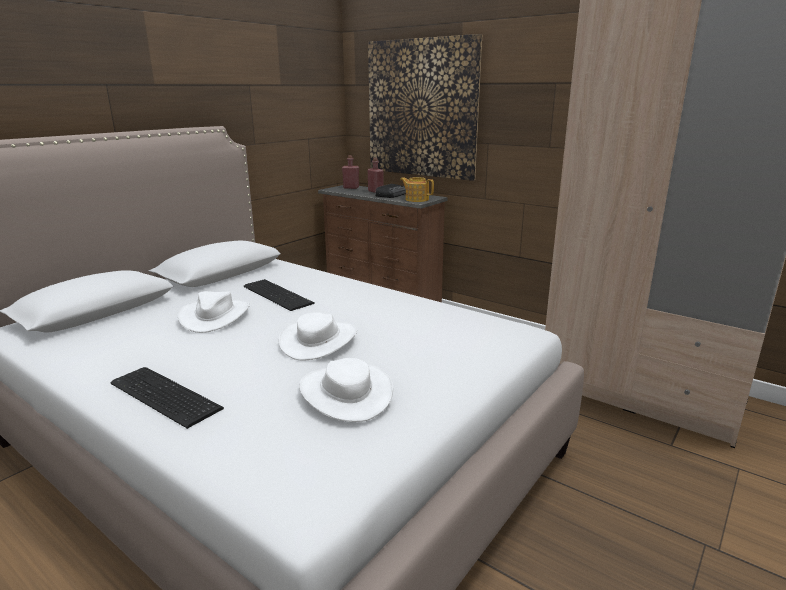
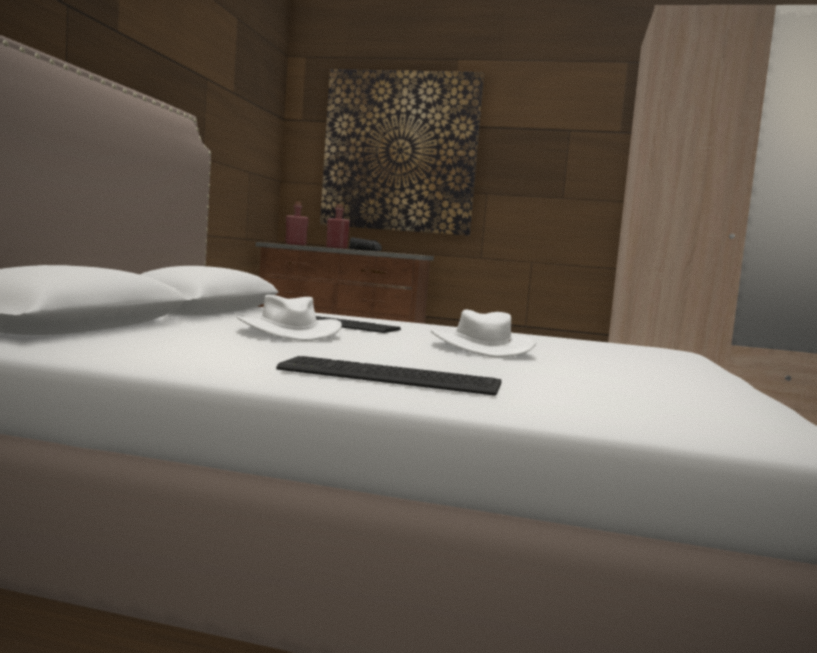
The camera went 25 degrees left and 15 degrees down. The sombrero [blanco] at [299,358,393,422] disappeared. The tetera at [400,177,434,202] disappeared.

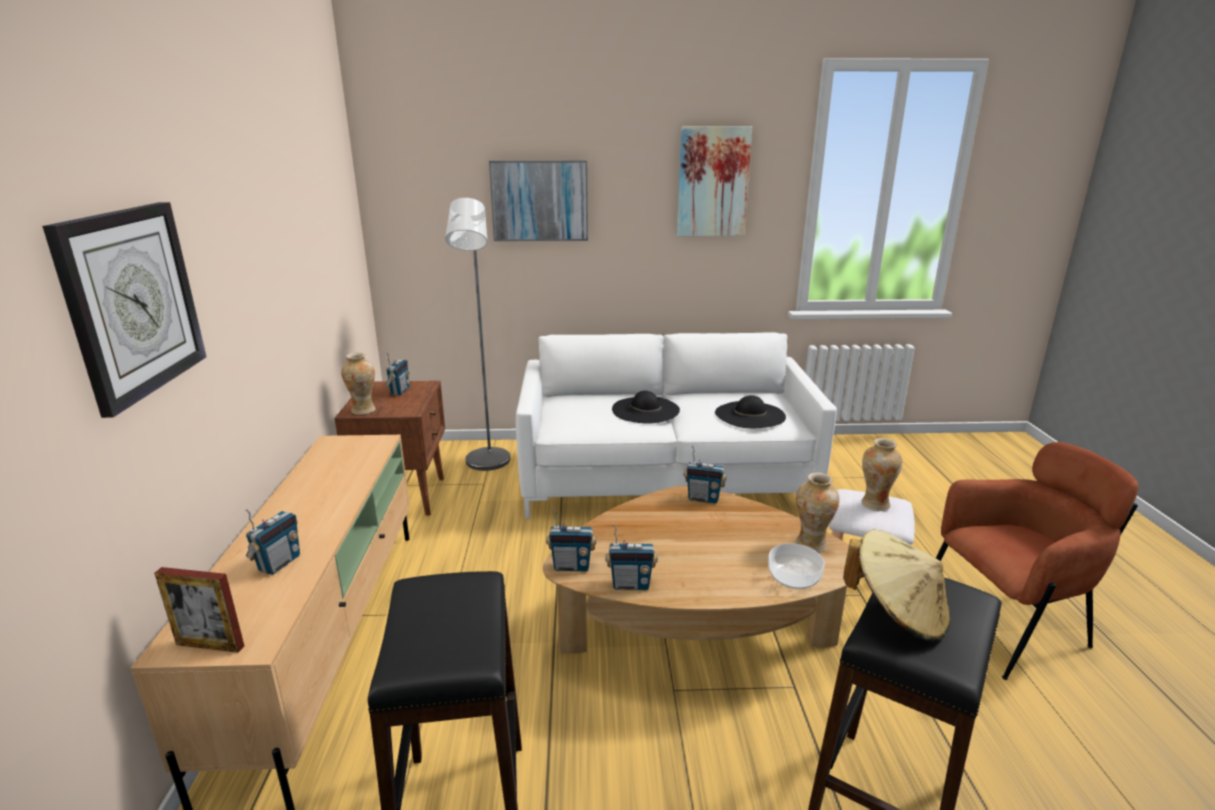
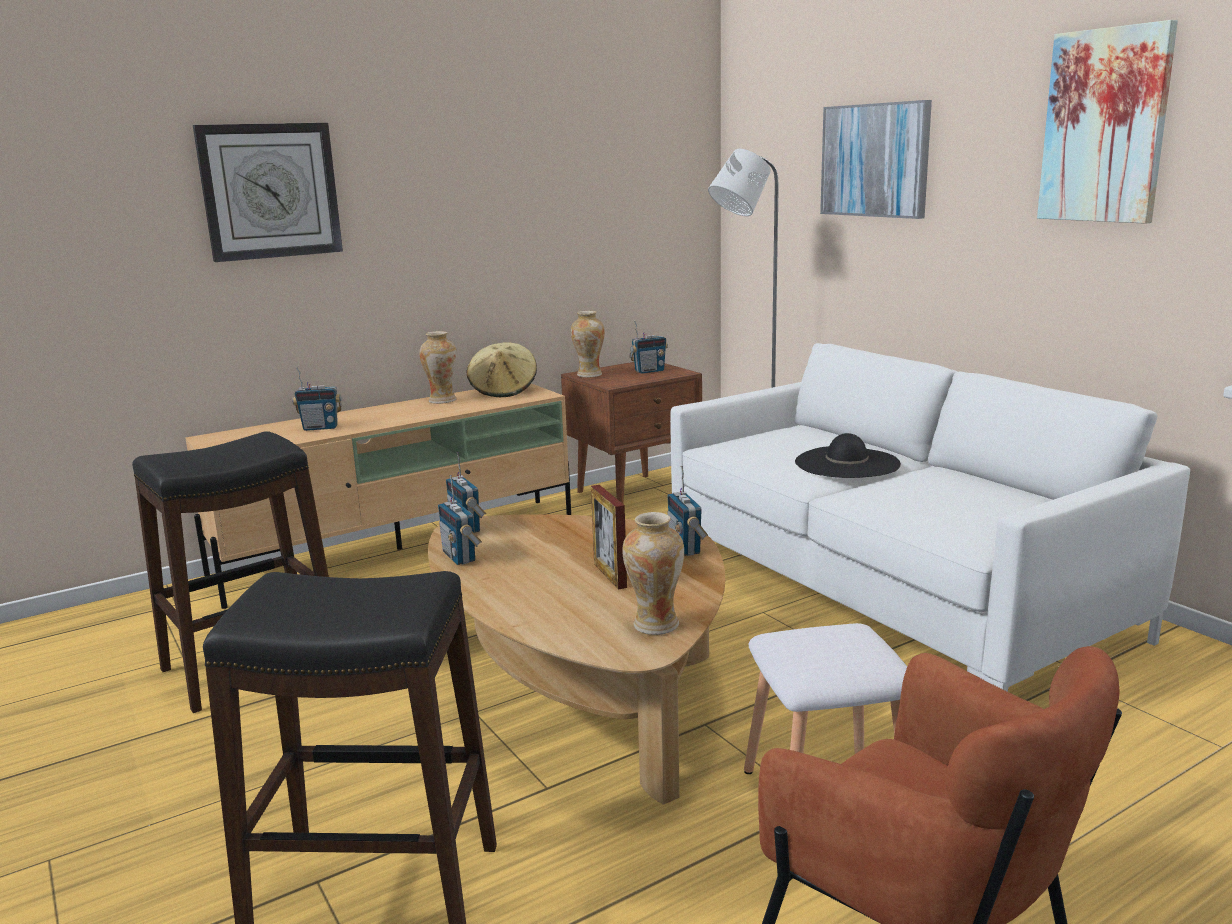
The camera went 60 degrees right and 5 degrees down. The florero moved from [861,438,902,511] to [420,331,457,404]. The sombrero [beis] moved from [843,530,950,641] to [466,342,537,397]. The portarretratos moved from [154,567,244,653] to [591,485,627,590]. The sombrero [negro] at [715,395,786,428] disappeared. The cuenco at [768,543,825,590] disappeared.

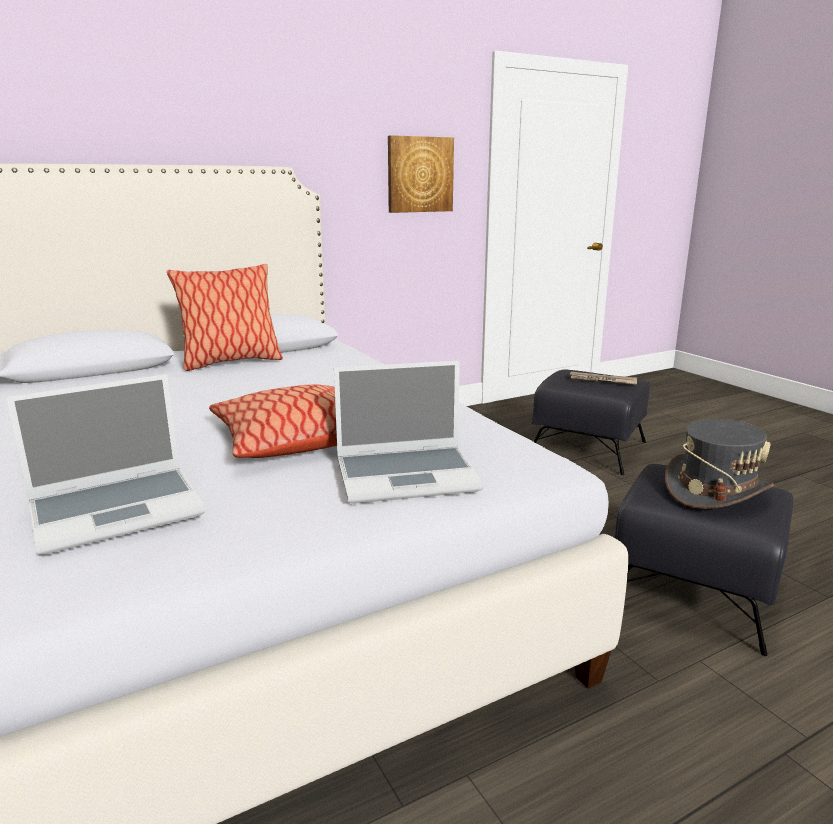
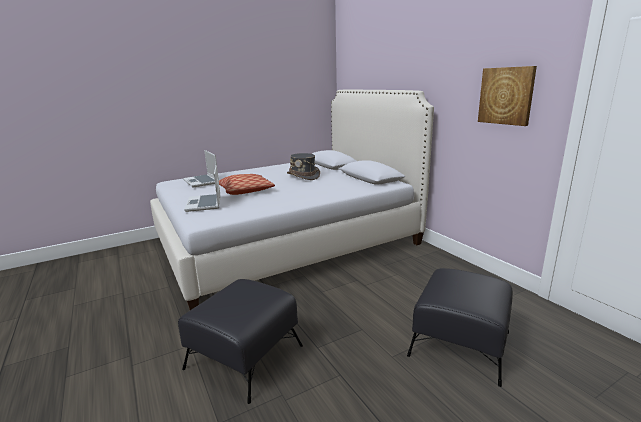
The camera went 90 degrees right and 0 degrees up. The sombrero [gris] moved from [665,419,774,509] to [287,153,320,180]. The cojín at [167,264,283,371] disappeared. The periódico at [569,372,637,385] disappeared.

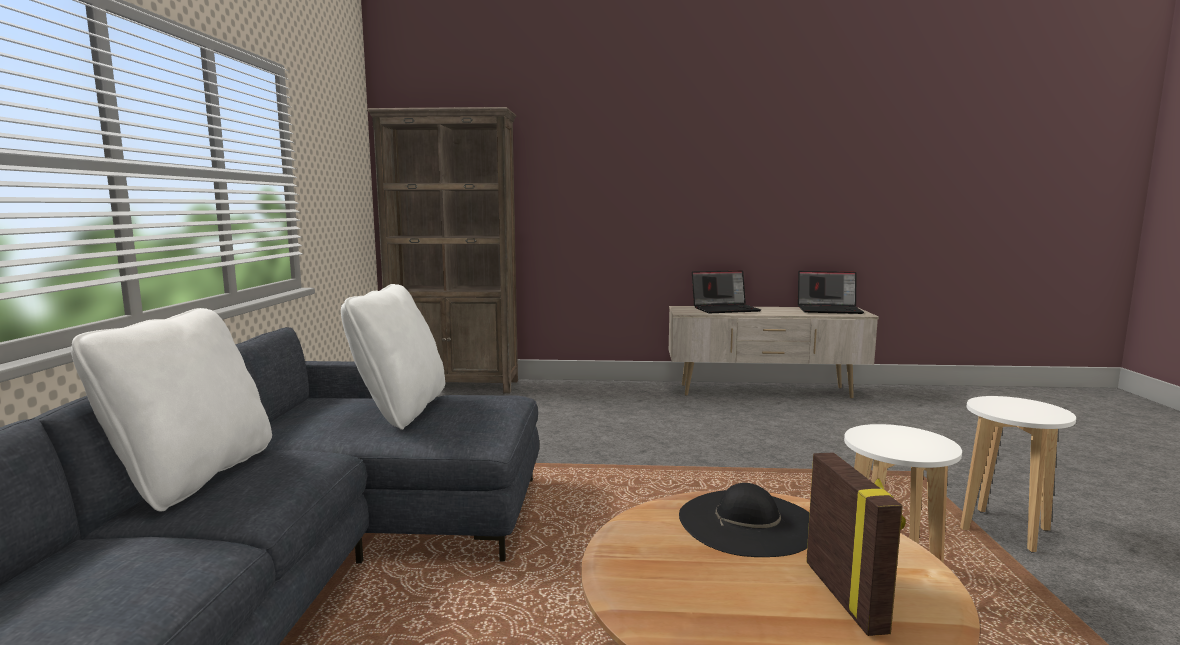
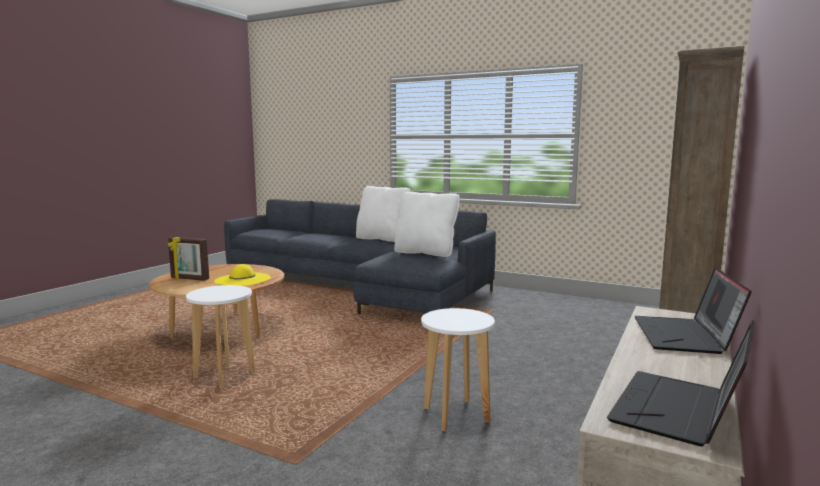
The camera went 115 degrees right and 0 degrees up. The sombrero [negro] at [679,483,809,557] became the sombrero [amarillo] at [214,264,271,286]. The taburete [blanco] moved from [960,396,1076,553] to [421,308,495,432].

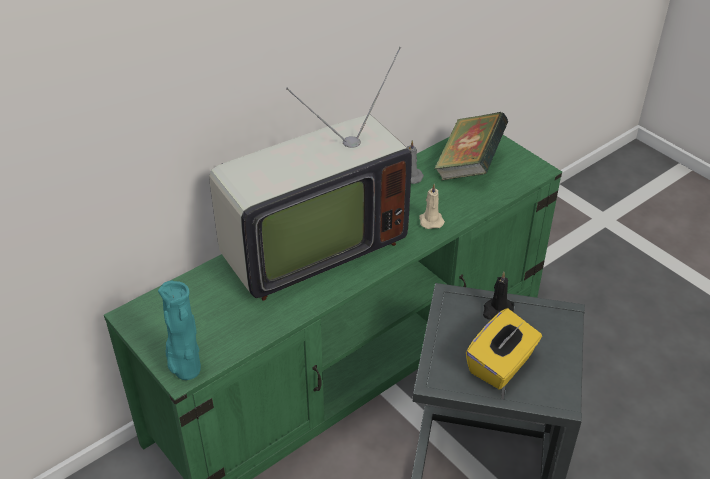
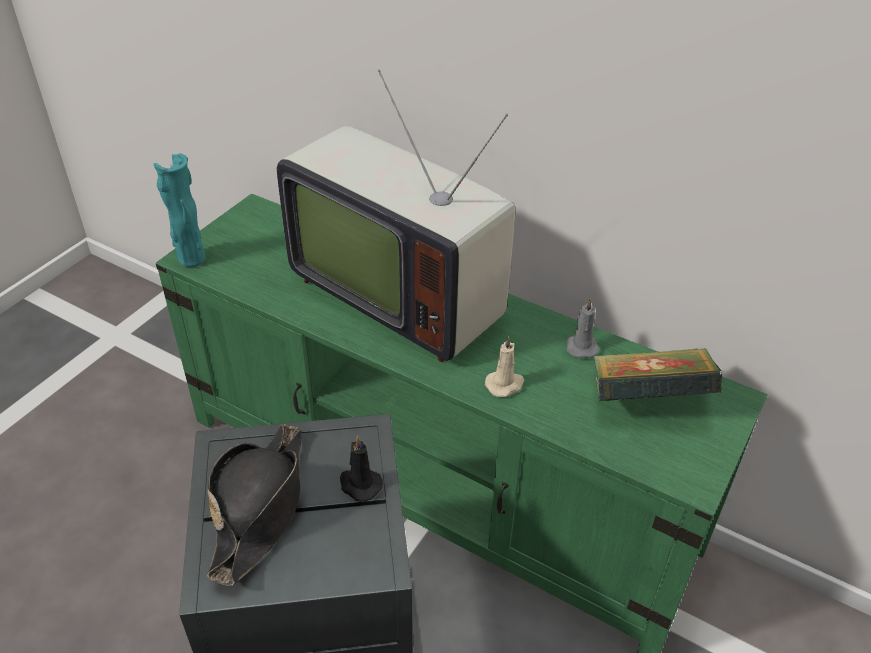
The camera went 70 degrees right and 0 degrees up. The caja de pañuelos [amarillo] at [466,308,542,389] was replaced by the sombrero [negro] at [207,424,302,586].

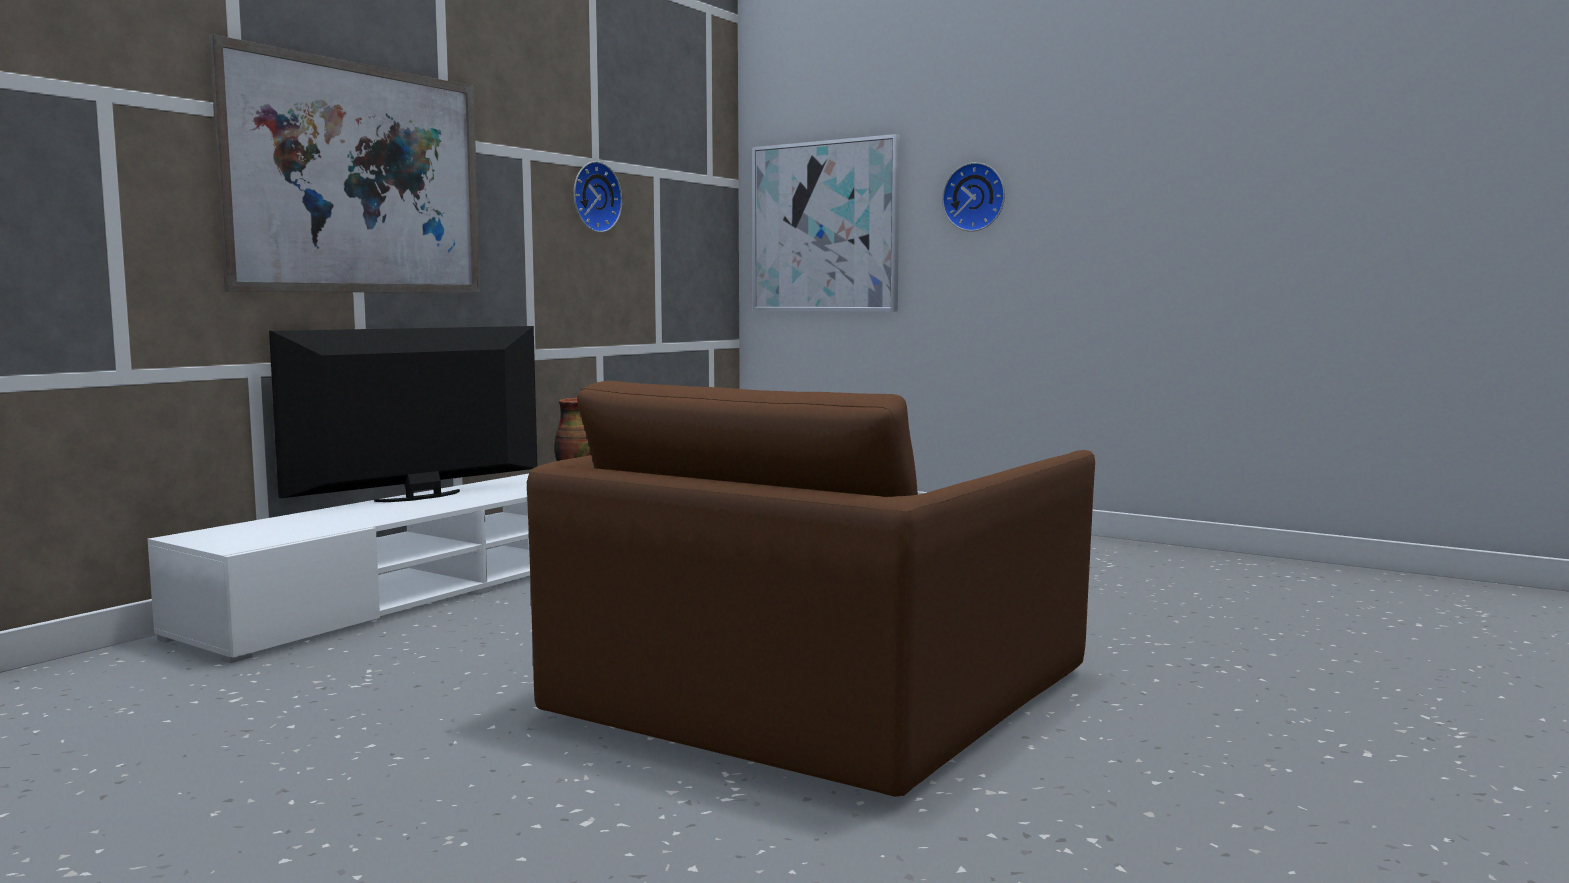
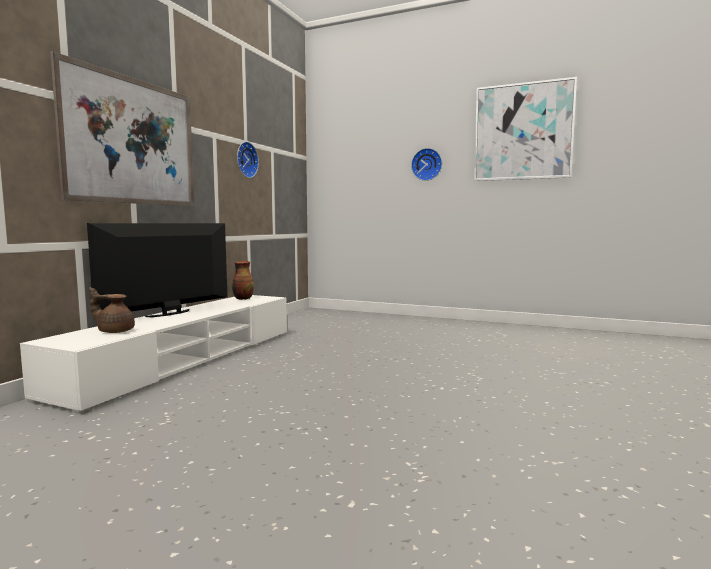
The camera went 10 degrees left and 0 degrees up. The tetera [marrón] at [89,287,135,333] appeared. The cuadro moved from [752,134,900,312] to [474,77,577,181]. The sillón [marrón] at [527,381,1095,797] disappeared.

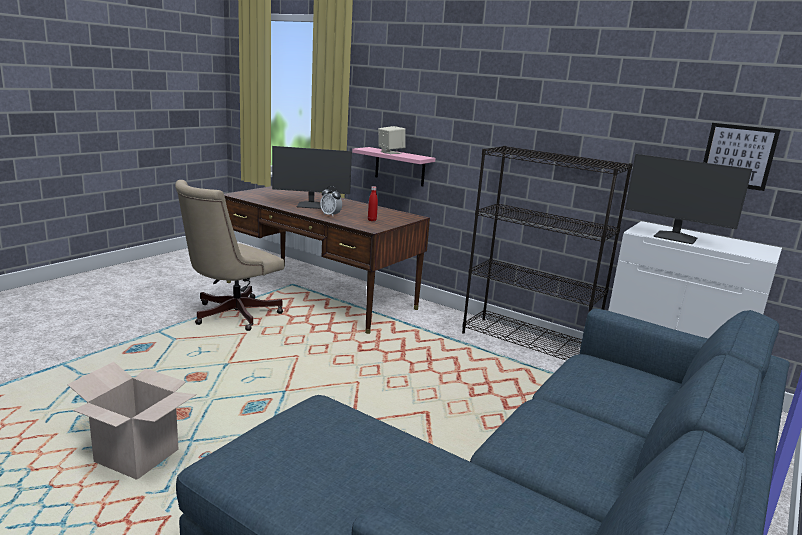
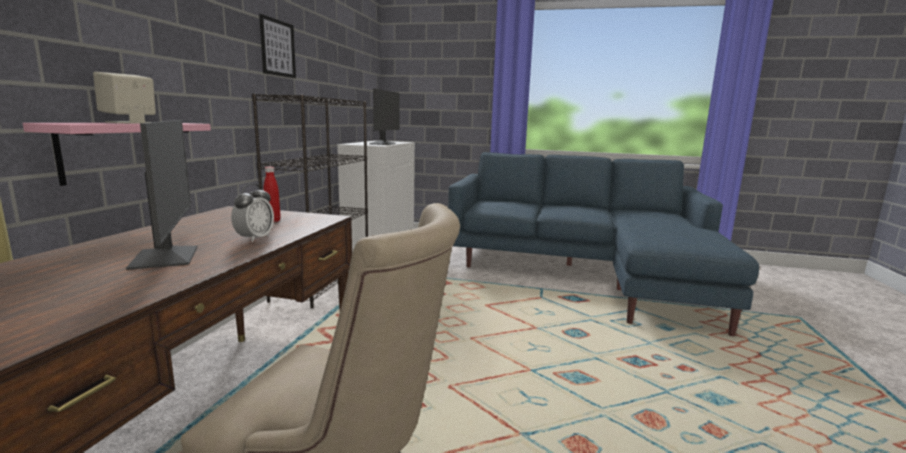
The camera went 110 degrees left and 5 degrees down. The cuadro moved from [703,123,781,191] to [259,14,296,78]. The caja de cartón at [67,362,197,480] disappeared.

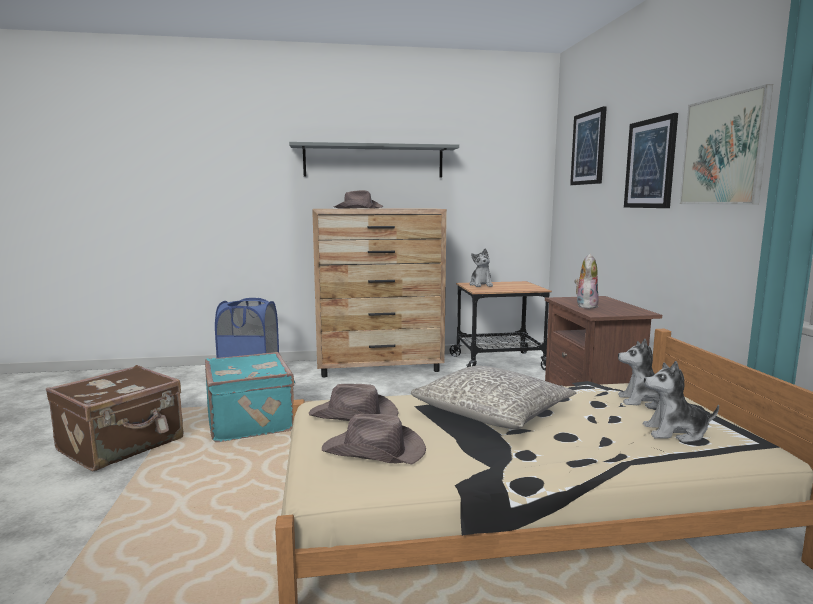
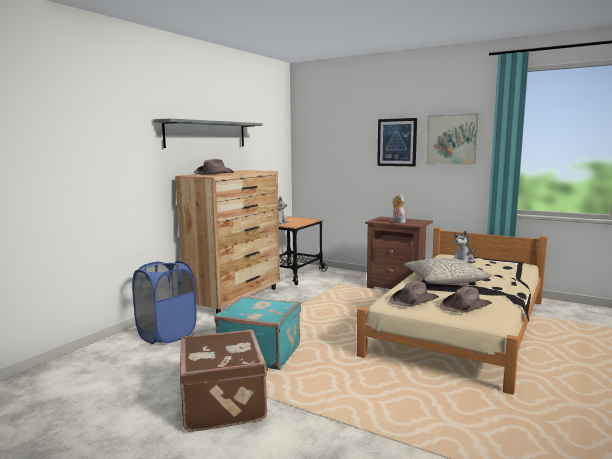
The camera went 50 degrees left and 0 degrees up. The cuadro at [570,106,607,185] disappeared. The peluche at [643,361,719,443] disappeared.

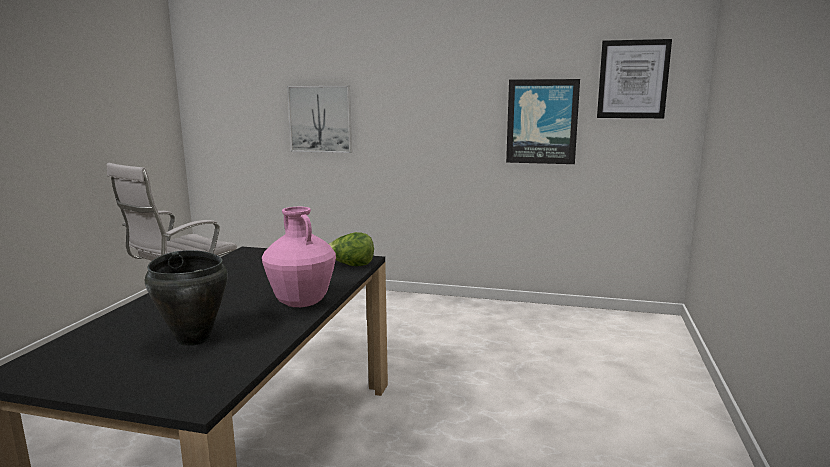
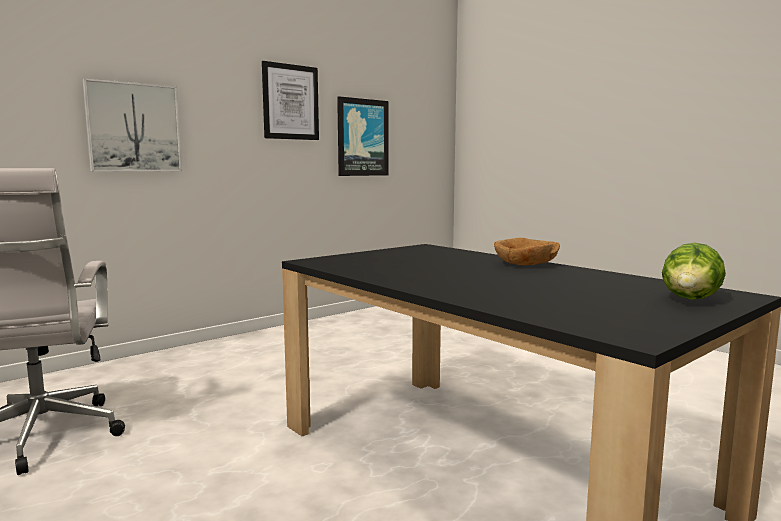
The camera went 55 degrees left and 5 degrees down. The cuadro moved from [597,39,672,118] to [262,61,319,140]. The florero [rosa] at [262,207,336,307] was replaced by the cuenco [marrón] at [494,238,560,266]. The lechuga moved from [329,232,374,266] to [662,242,726,300]. The olla [negro] at [145,250,228,346] disappeared.

